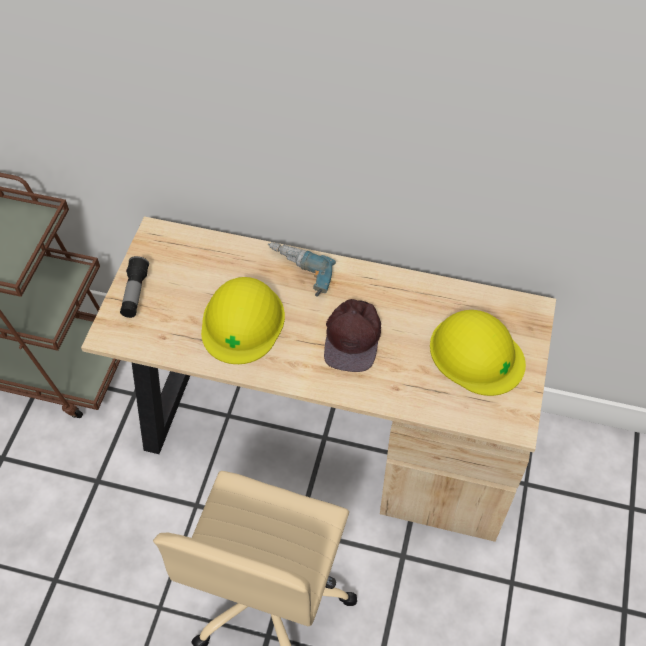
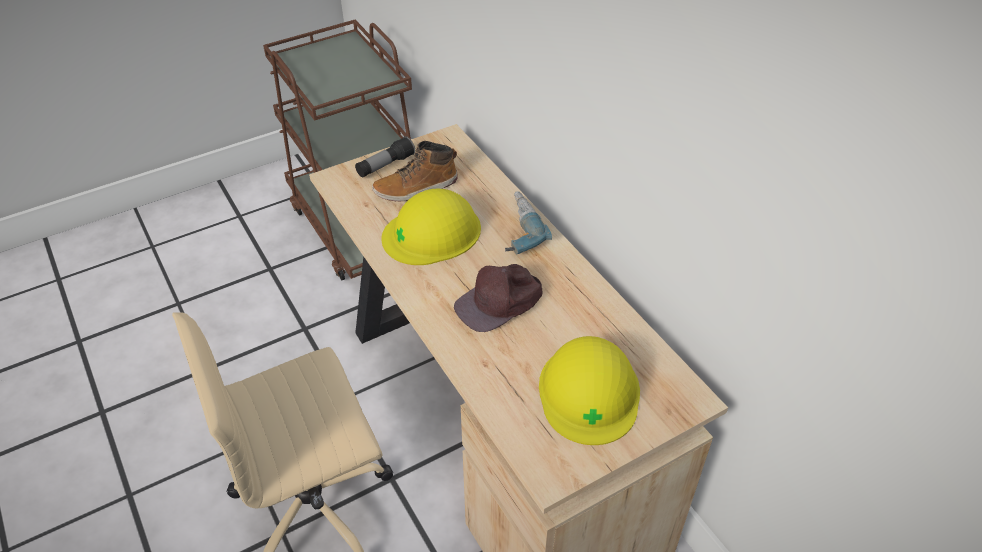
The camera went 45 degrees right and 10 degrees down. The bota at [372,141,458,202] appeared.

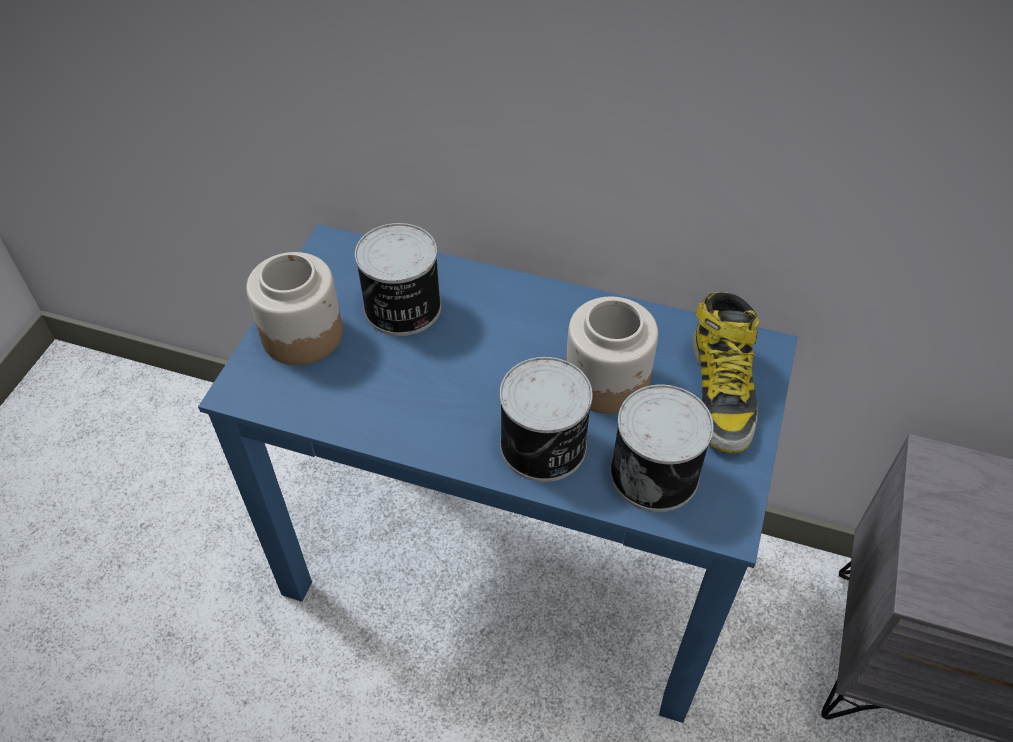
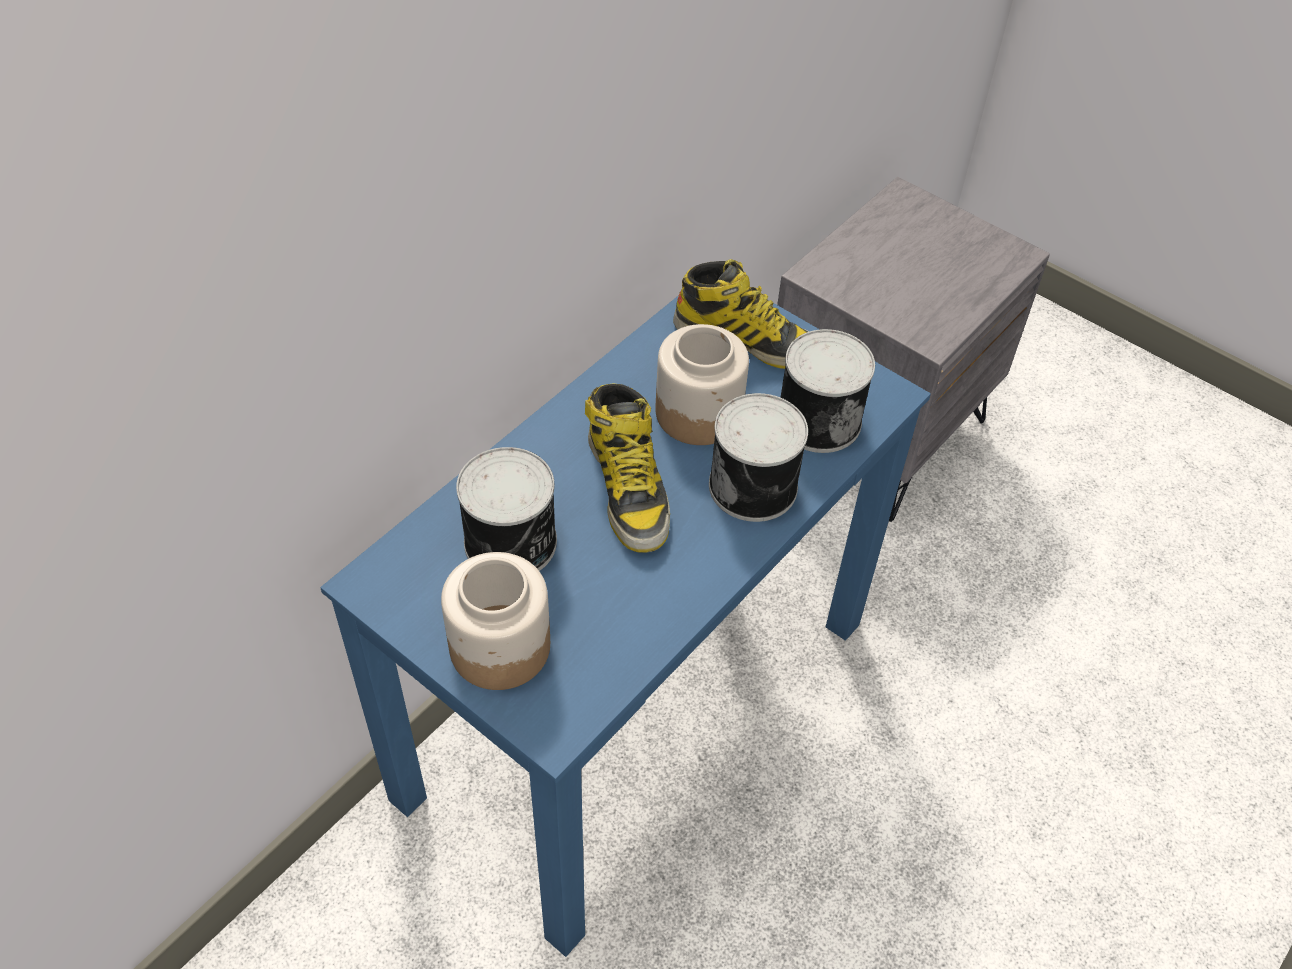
The camera went 70 degrees left and 0 degrees up. The bota at [585,383,670,553] appeared.

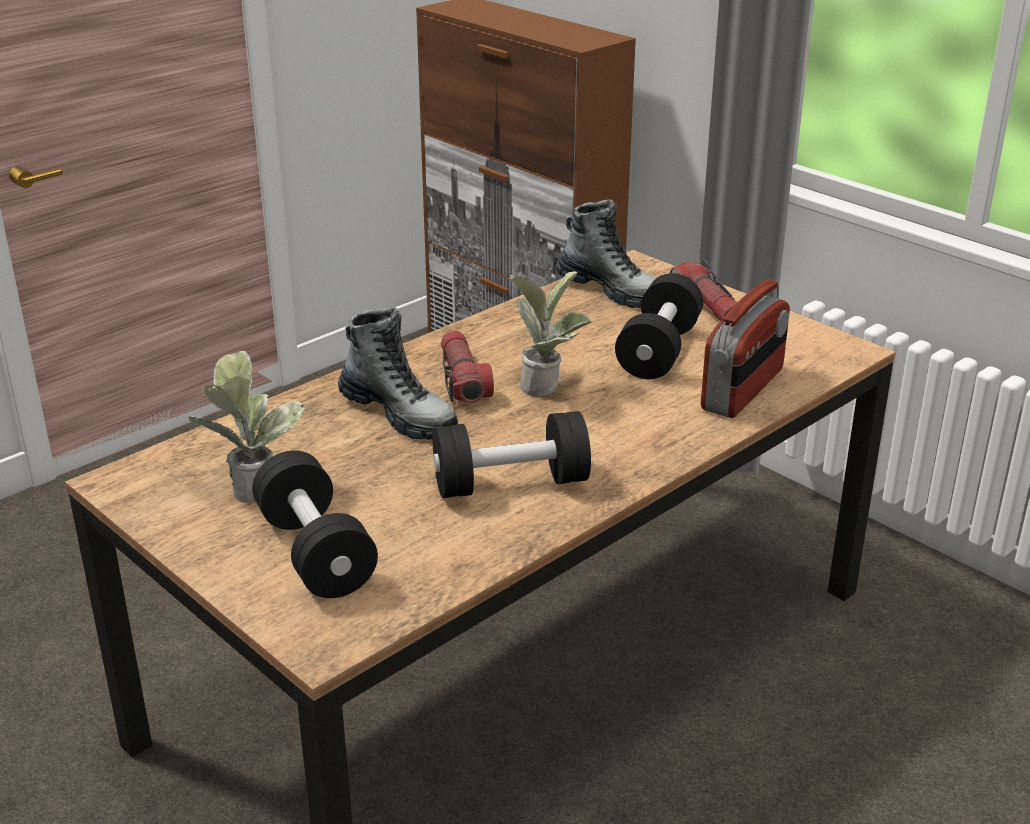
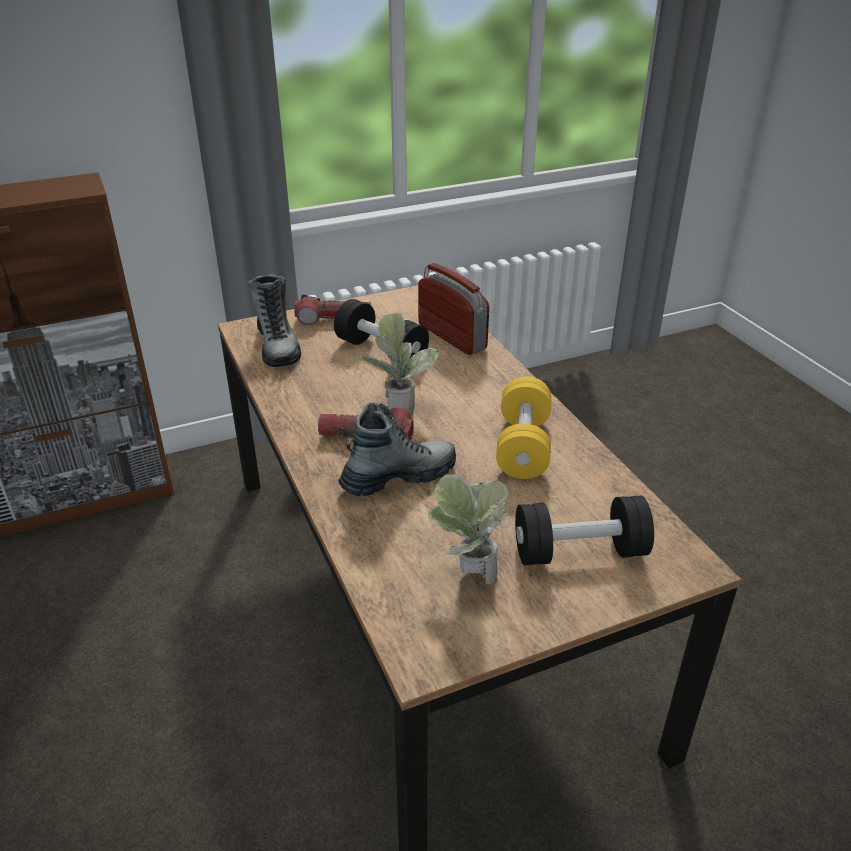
The camera went 70 degrees left and 5 degrees up. The bota at [556,199,656,308] turned 105 degrees clockwise. The mancuerna [negro] at [433,411,591,498] became the mancuerna [amarillo] at [496,376,551,479].

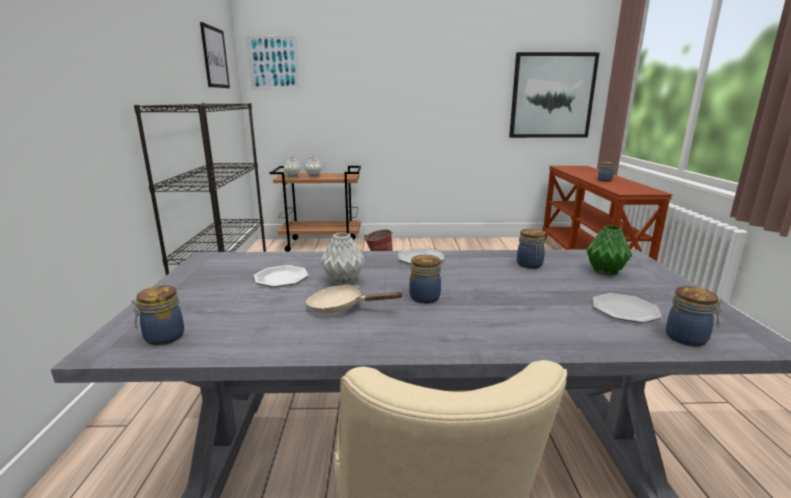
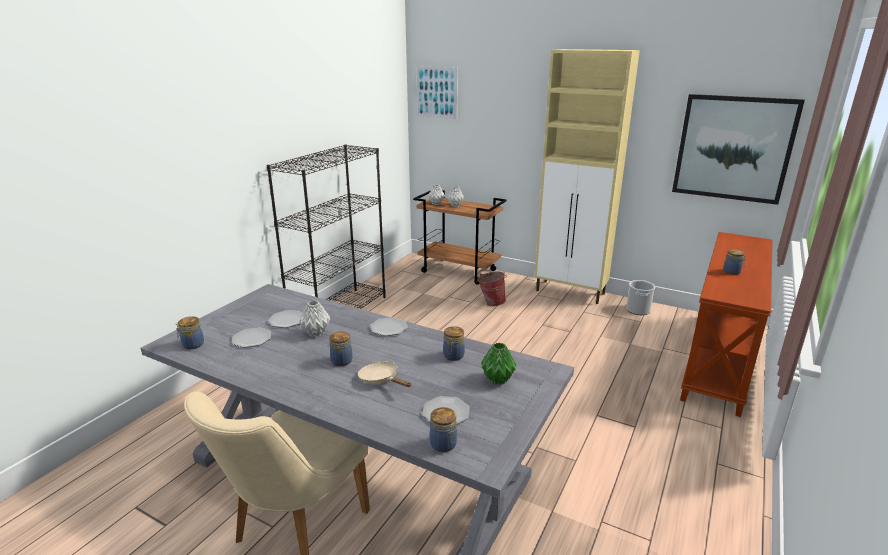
The camera went 30 degrees right and 5 degrees up. The plato at [232,327,271,348] appeared. The sartén [beis] moved from [306,284,403,314] to [358,362,411,387]. The armario [beis] at [535,49,640,304] appeared. The cubo at [626,280,655,315] appeared. The cuadro at [200,22,230,88] disappeared.

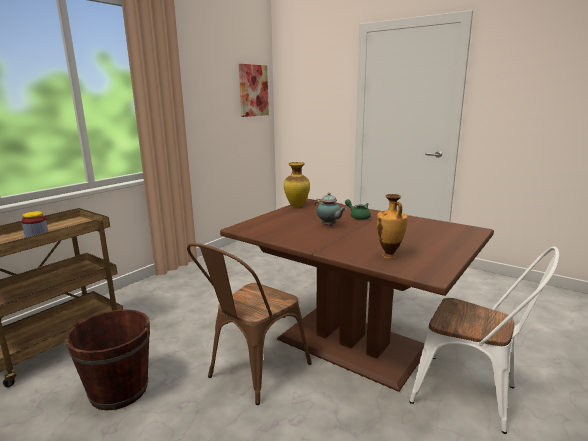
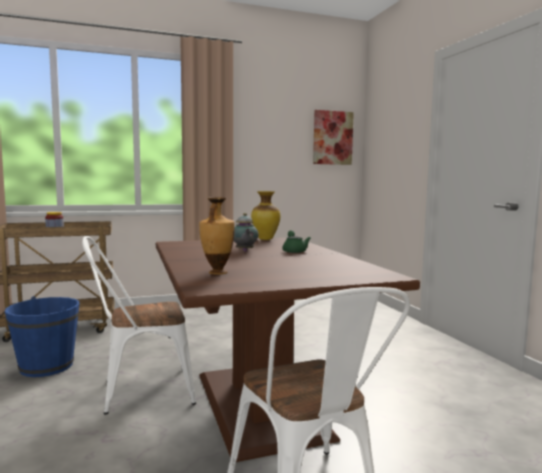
The camera went 35 degrees right and 10 degrees down. The cubo [marrón] at [65,309,150,411] became the cubo [azul] at [5,296,80,377]. The silla [marrón] at [187,243,312,405] became the silla [blanco] at [82,236,196,414].

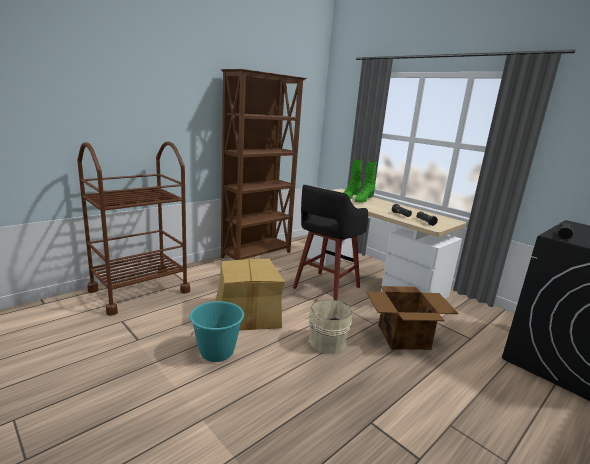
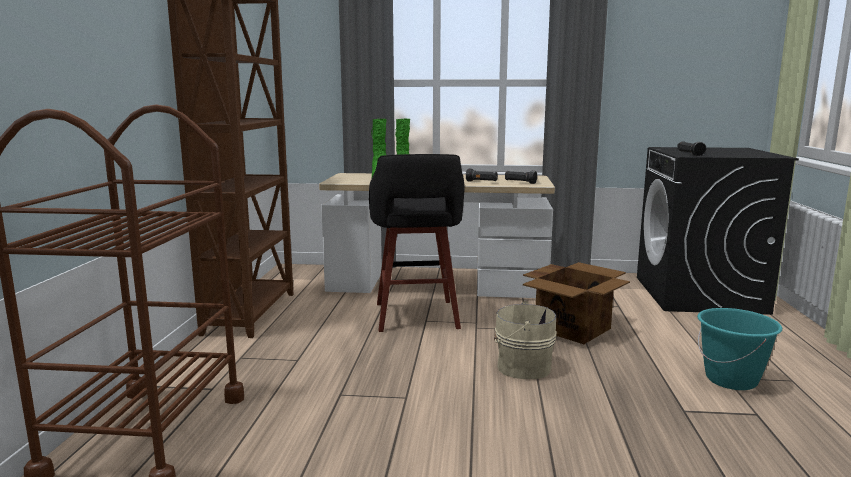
The camera went 40 degrees left and 5 degrees down. The cubo [turquesa] moved from [190,301,244,362] to [697,308,782,390]. The caja de cartón at [215,258,285,330] disappeared.

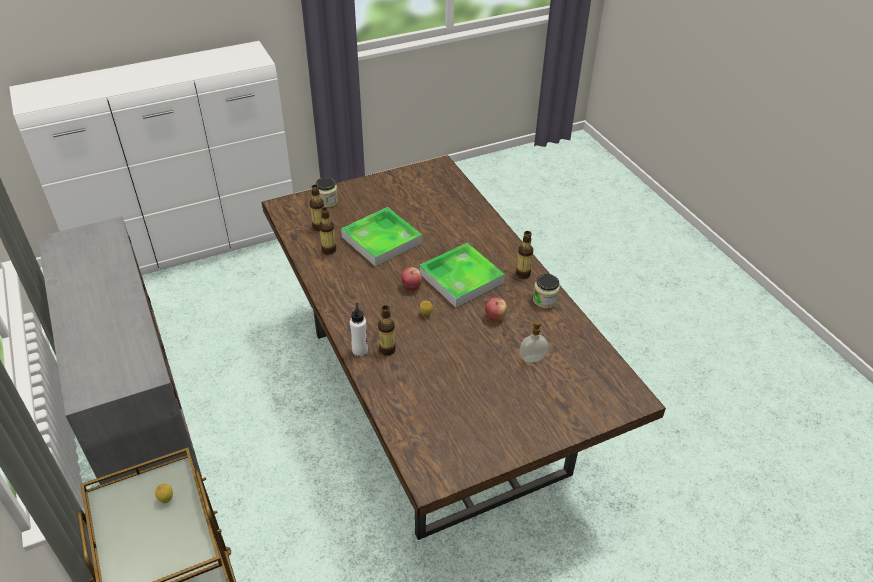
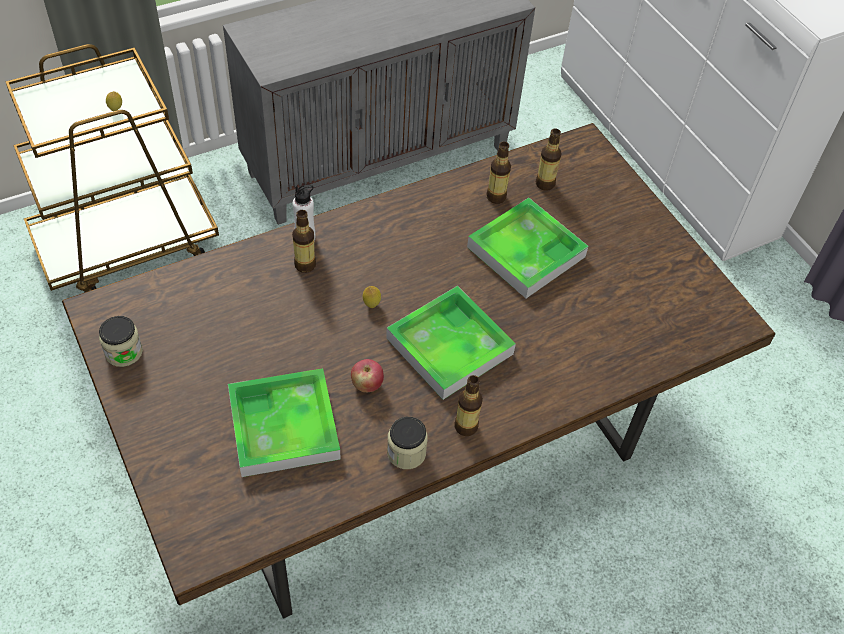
The camera went 85 degrees right and 10 degrees up. The tarro moved from [316,177,338,208] to [99,316,143,367]. The dispensador de jabón at [520,317,548,363] was replaced by the bandeja at [228,368,341,477]. The manzana at [401,267,422,291] disappeared.

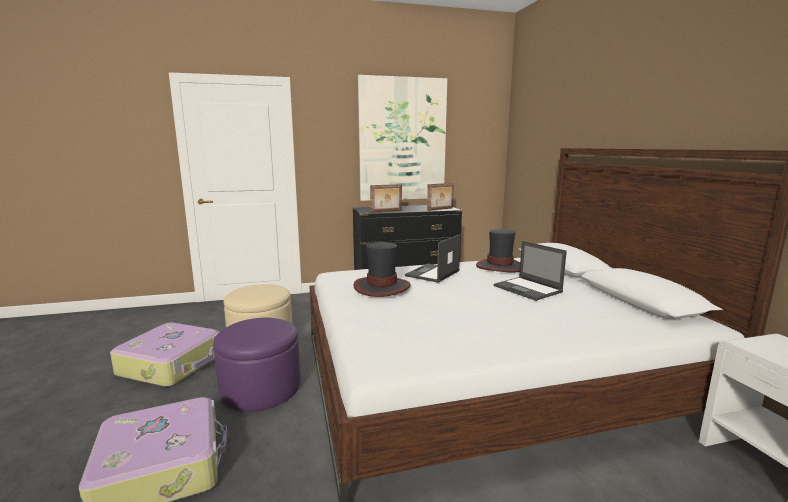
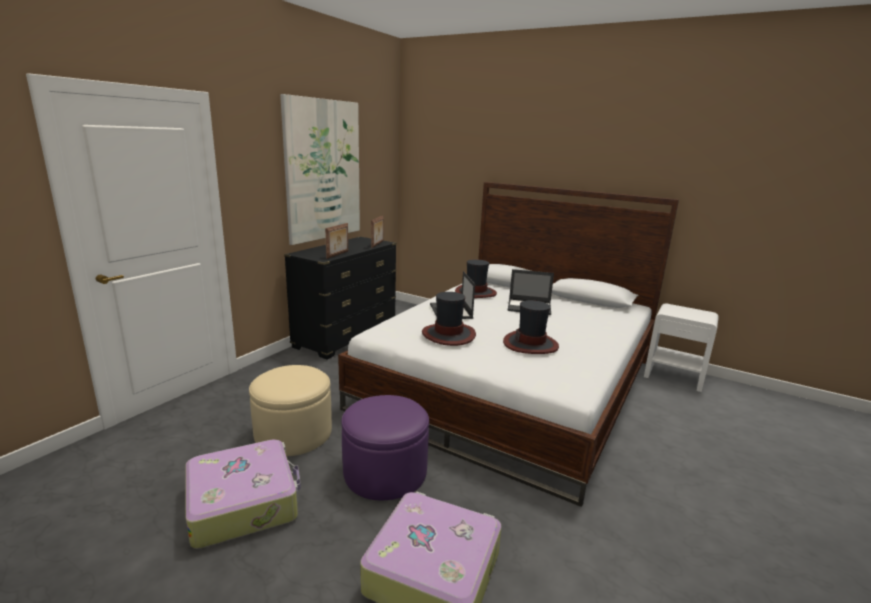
The camera went 45 degrees left and 5 degrees up. The sombrero at [503,300,559,354] appeared.

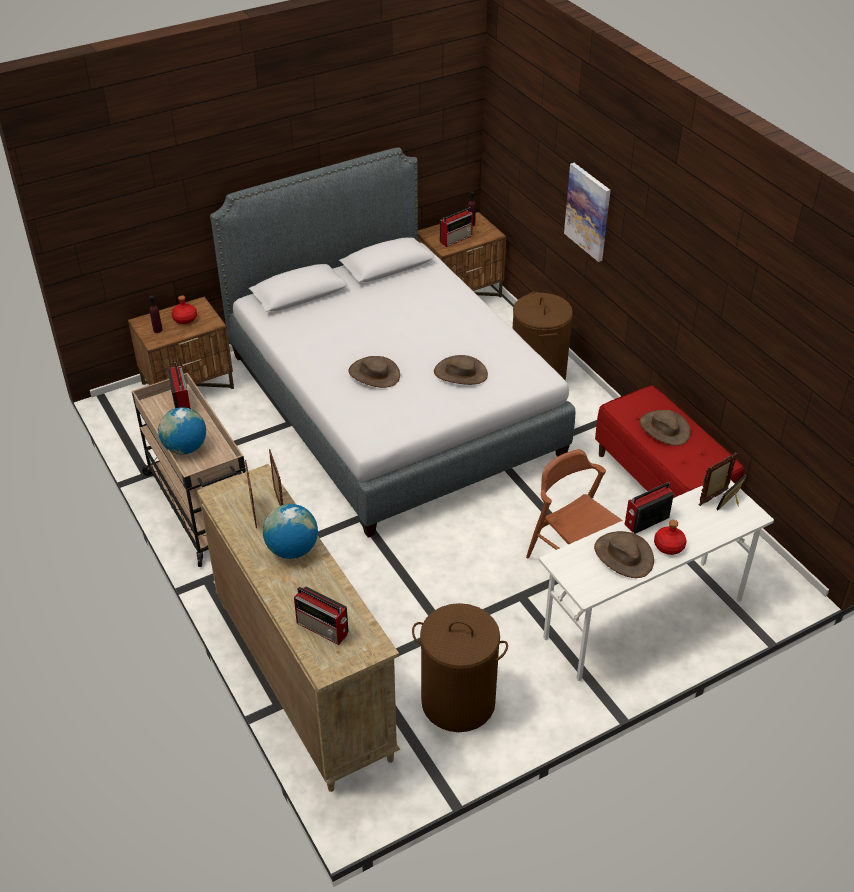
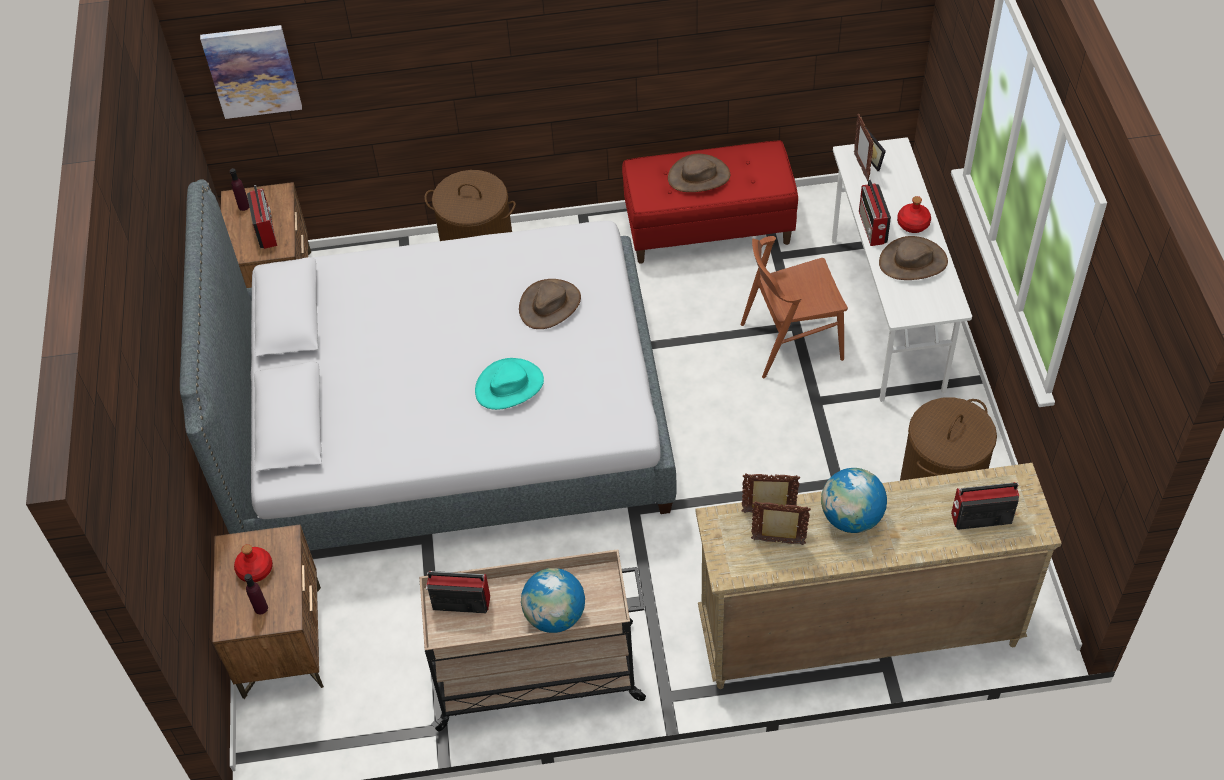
The camera went 65 degrees left and 10 degrees up. The cuadro moved from [564,163,611,262] to [200,25,302,119]. The sombrero [marrón] at [348,356,400,388] became the sombrero [turquesa] at [475,358,544,410]. The radio at [294,586,349,645] turned 150 degrees counterclockwise.

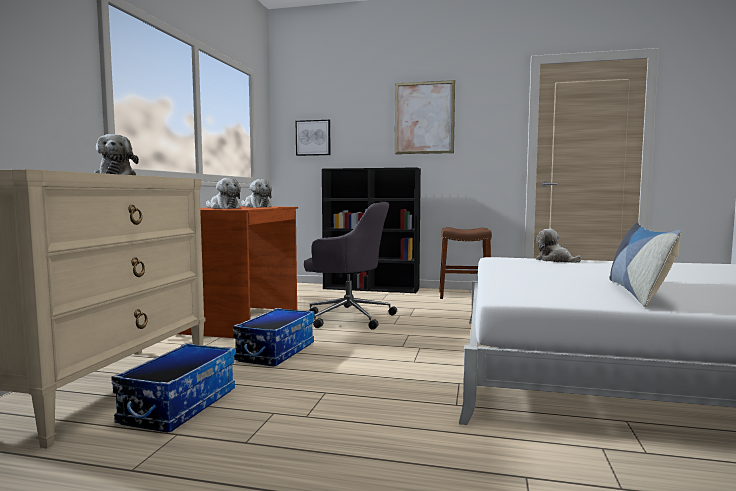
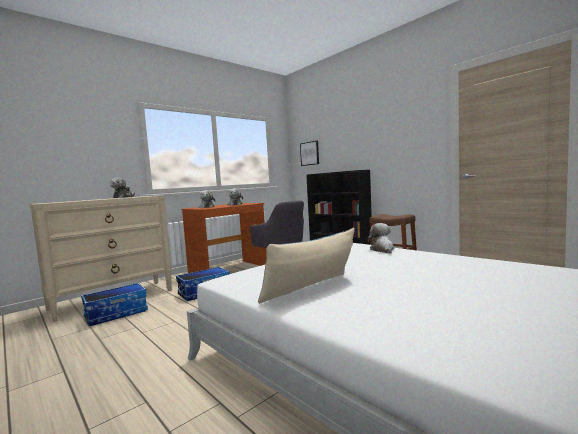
The camera went 35 degrees right and 0 degrees up. The cuadro at [395,80,455,154] disappeared.

